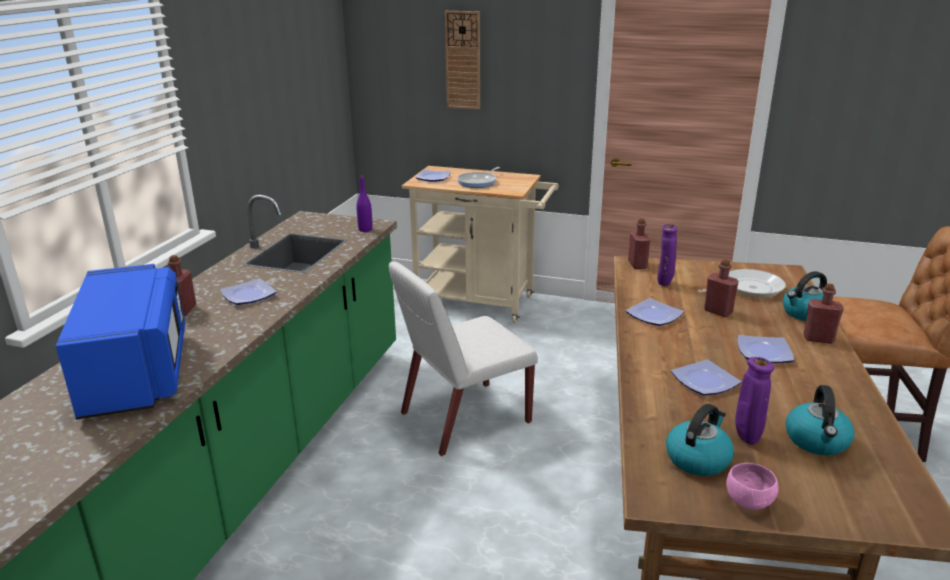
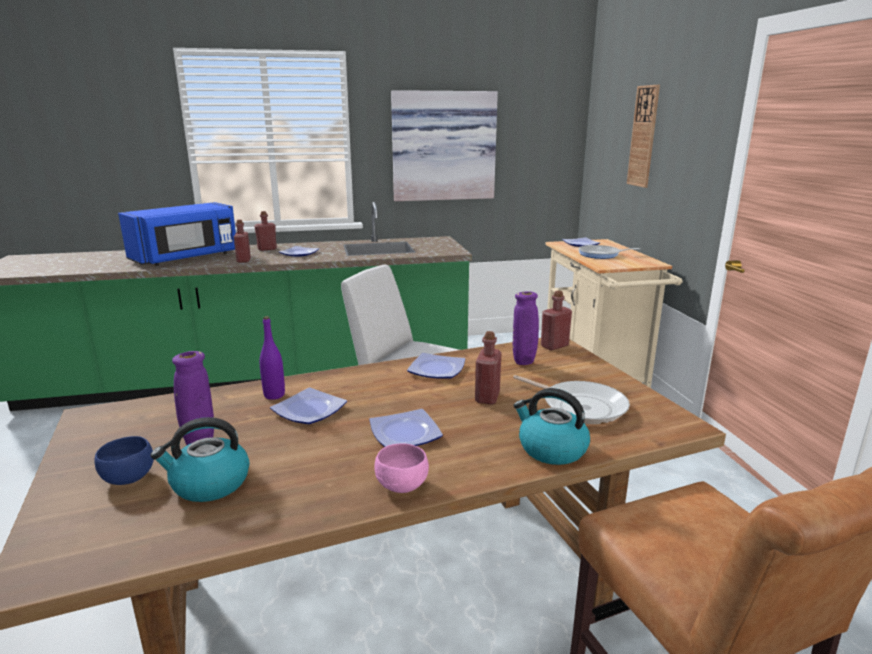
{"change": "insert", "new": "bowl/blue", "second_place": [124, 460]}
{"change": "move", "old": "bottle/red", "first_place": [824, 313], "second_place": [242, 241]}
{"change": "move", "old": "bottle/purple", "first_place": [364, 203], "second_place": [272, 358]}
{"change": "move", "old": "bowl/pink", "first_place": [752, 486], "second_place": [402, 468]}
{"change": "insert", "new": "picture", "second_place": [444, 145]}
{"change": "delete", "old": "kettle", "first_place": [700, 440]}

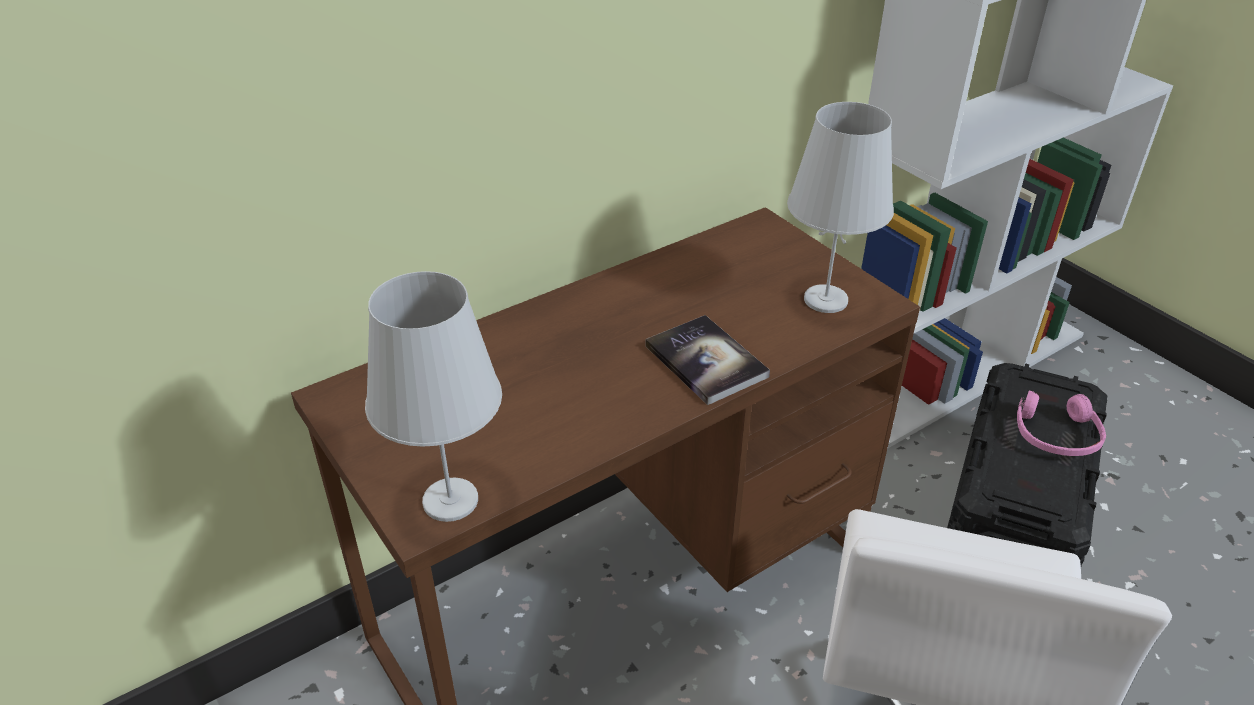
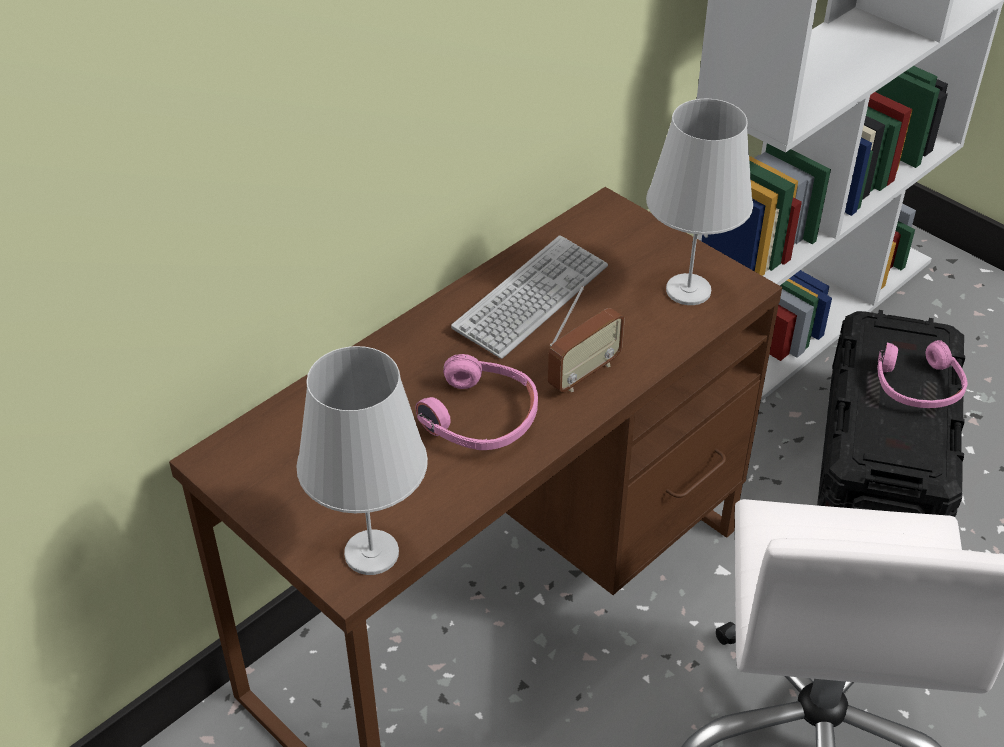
{"change": "insert", "new": "headphones/pink", "second_place": [476, 402]}
{"change": "insert", "new": "keyboard", "second_place": [529, 297]}
{"change": "replace", "old": "book", "new": "radio", "first_place": [707, 360], "second_place": [586, 339]}

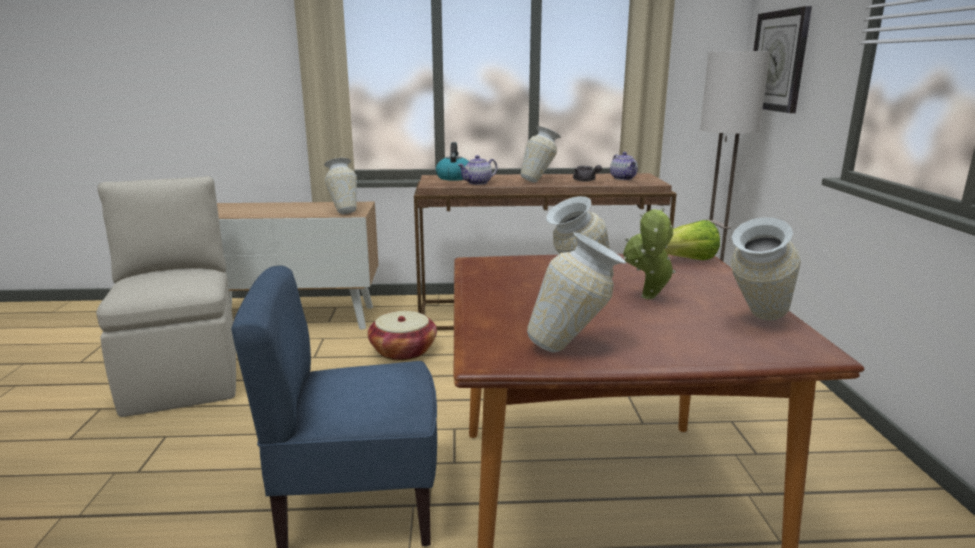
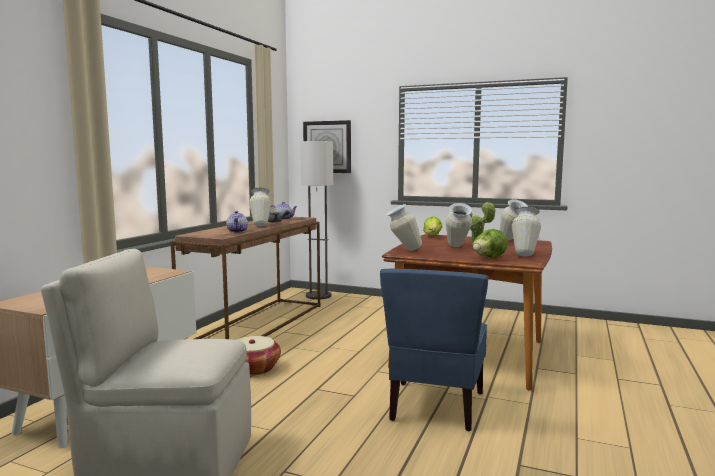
{"change": "move", "old": "vase", "first_place": [340, 186], "second_place": [404, 227]}
{"change": "insert", "new": "lettuce", "second_place": [490, 243]}
{"change": "delete", "old": "kettle", "first_place": [452, 161]}

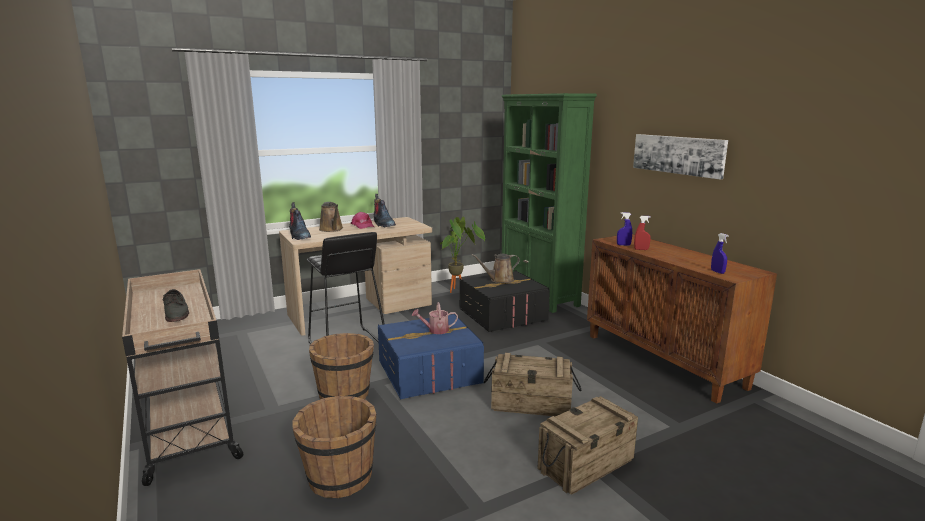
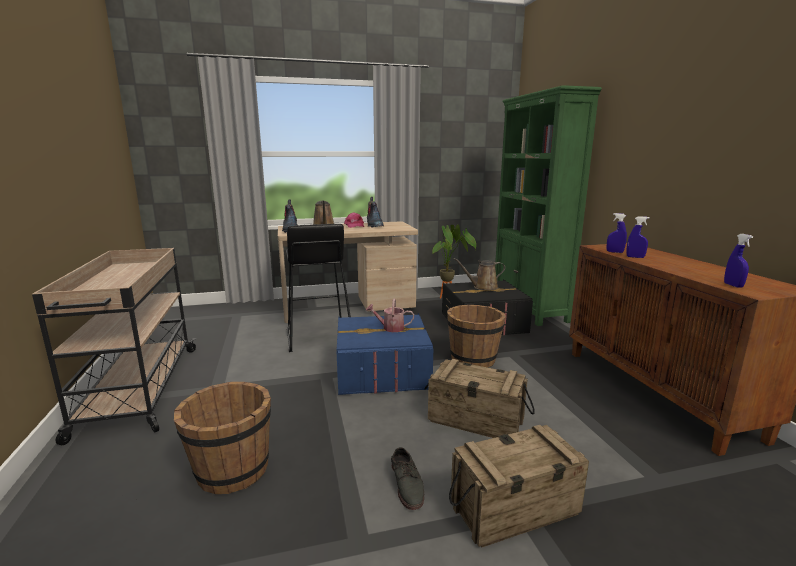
{"change": "move", "old": "shoe/grey", "first_place": [176, 305], "second_place": [407, 478]}
{"change": "move", "old": "bucket/brown", "first_place": [341, 366], "second_place": [476, 336]}
{"change": "recolor", "old": "spray bottle/red", "new": "spray bottle/blue", "first_place": [642, 233], "second_place": [638, 237]}
{"change": "delete", "old": "picture", "first_place": [680, 156]}

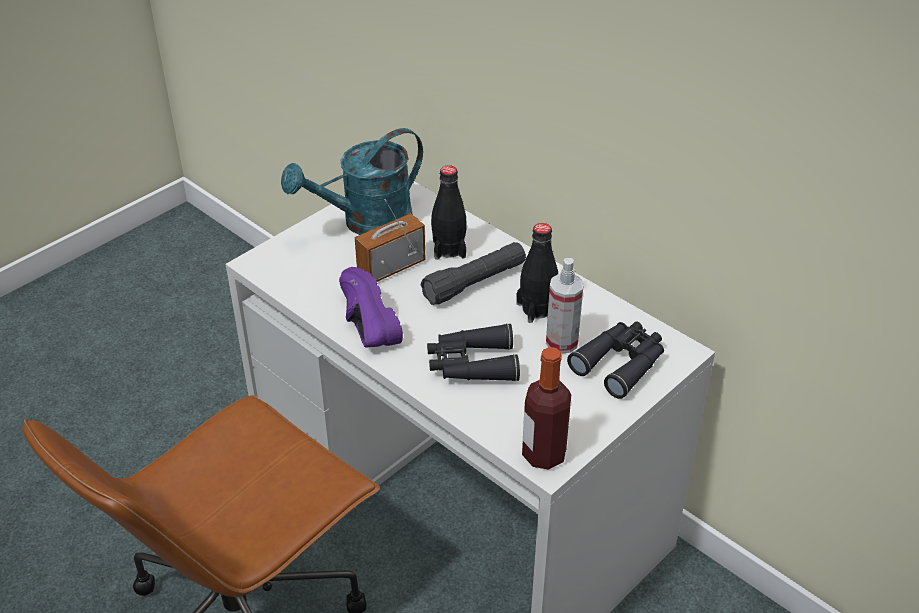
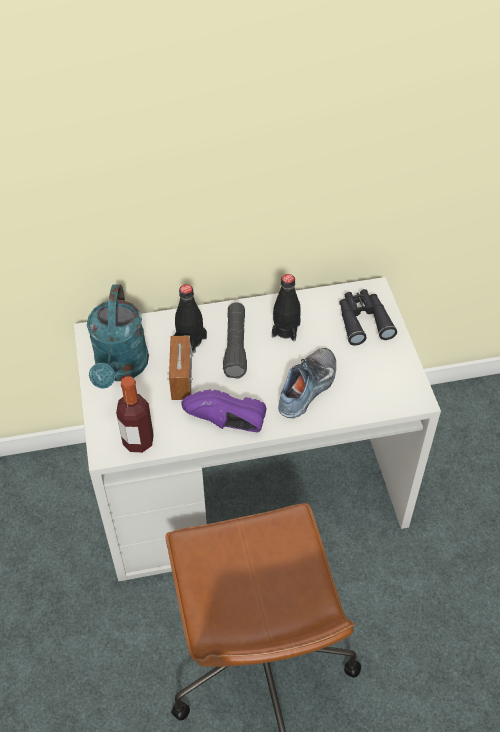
{"change": "move", "old": "bottle", "first_place": [546, 408], "second_place": [135, 414]}
{"change": "replace", "old": "binoculars/black", "new": "shoe", "first_place": [473, 352], "second_place": [307, 383]}
{"change": "delete", "old": "spray bottle", "first_place": [565, 305]}

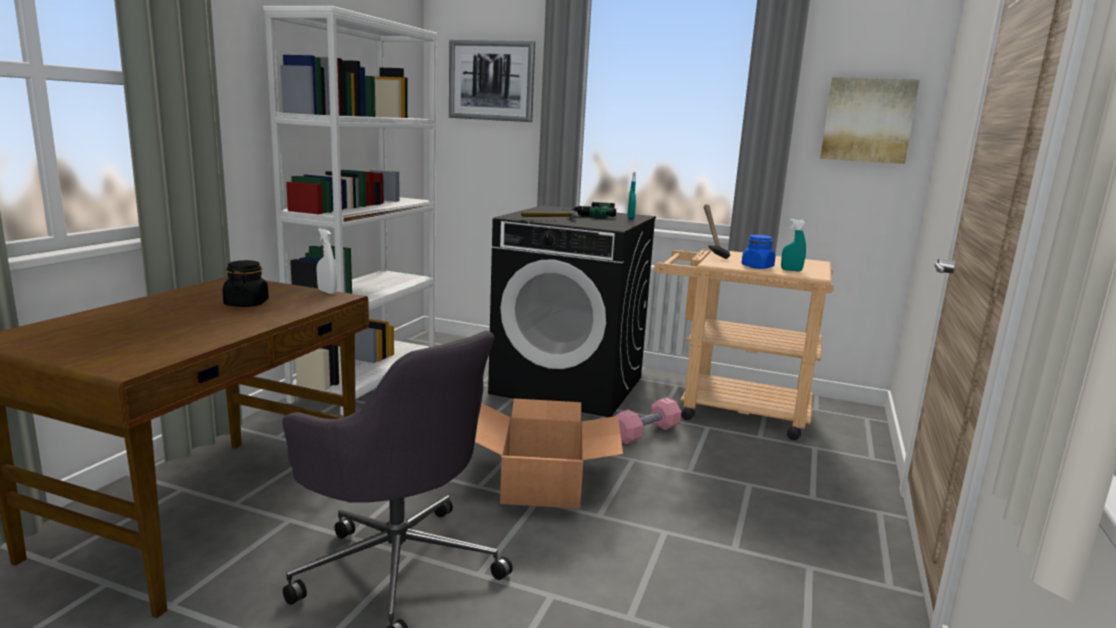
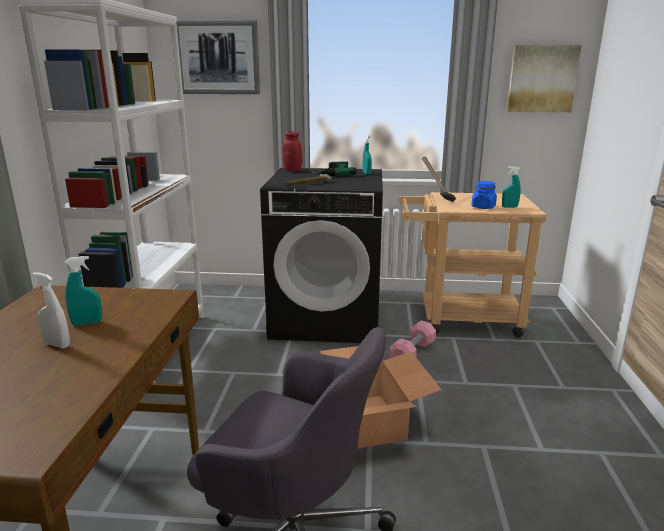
{"change": "move", "old": "spray bottle/white", "first_place": [326, 261], "second_place": [51, 310]}
{"change": "replace", "old": "jar/black", "new": "spray bottle/turquoise", "first_place": [246, 283], "second_place": [83, 291]}
{"change": "insert", "new": "jar/red", "second_place": [292, 151]}

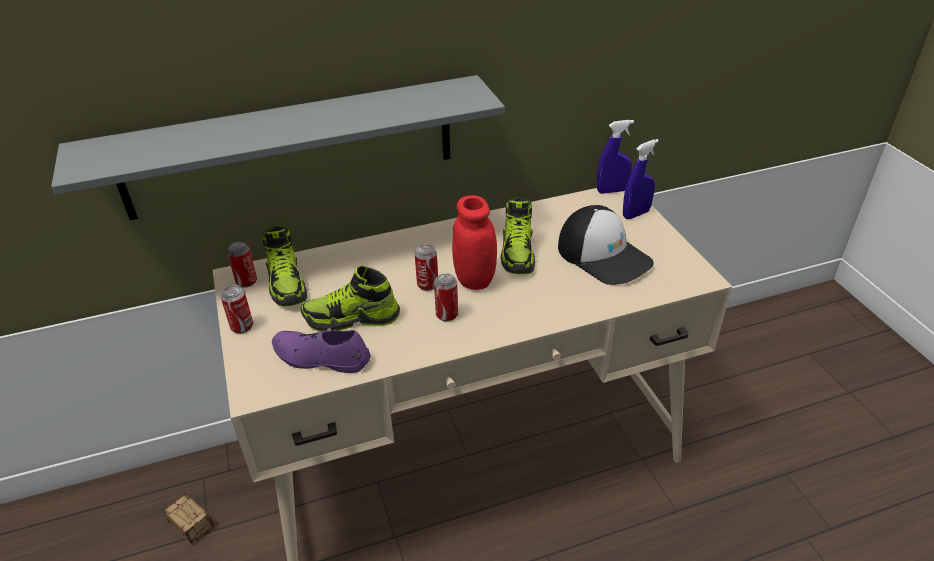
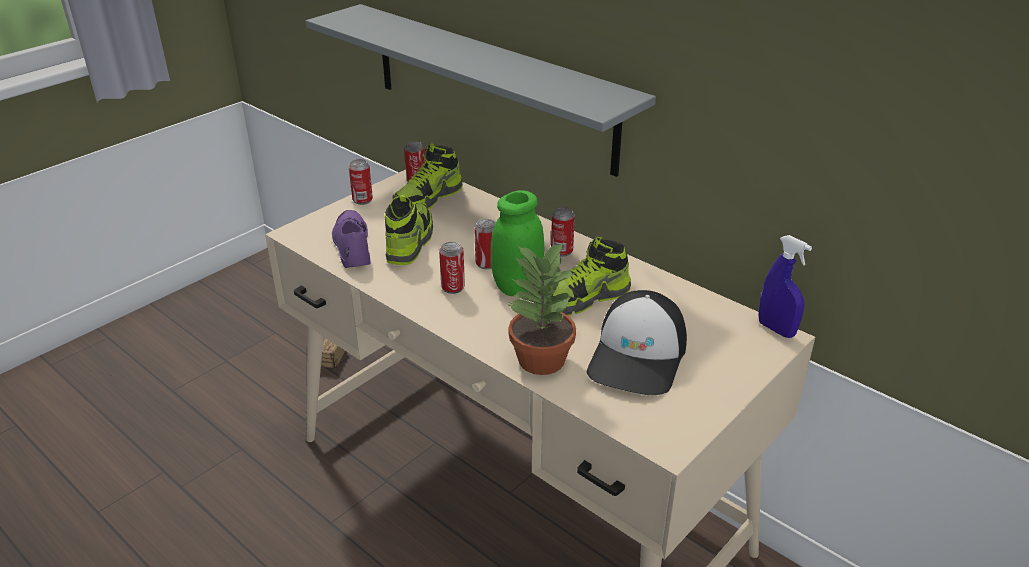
{"change": "rotate", "old": "shoe", "first_place": [350, 298], "second_place": [409, 230], "degrees": 45}
{"change": "recolor", "old": "jar/red", "new": "jar/green", "first_place": [474, 242], "second_place": [517, 243]}
{"change": "insert", "new": "potted plant", "second_place": [541, 308]}
{"change": "insert", "new": "can", "second_place": [563, 232]}
{"change": "delete", "old": "spray bottle/blue", "first_place": [641, 179]}

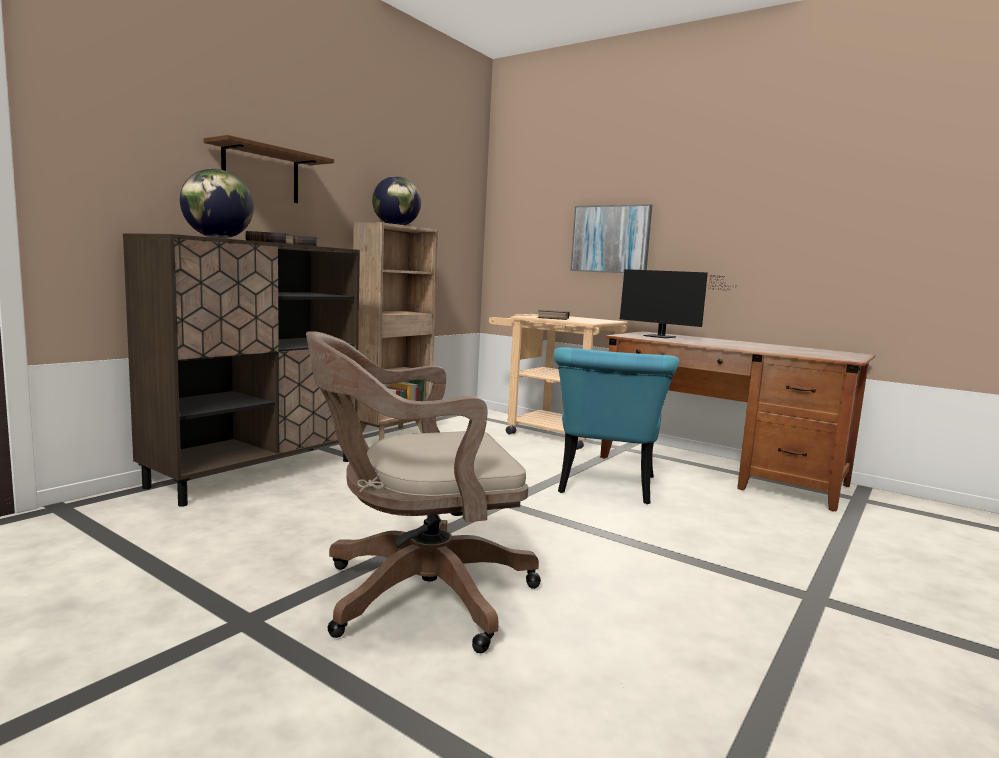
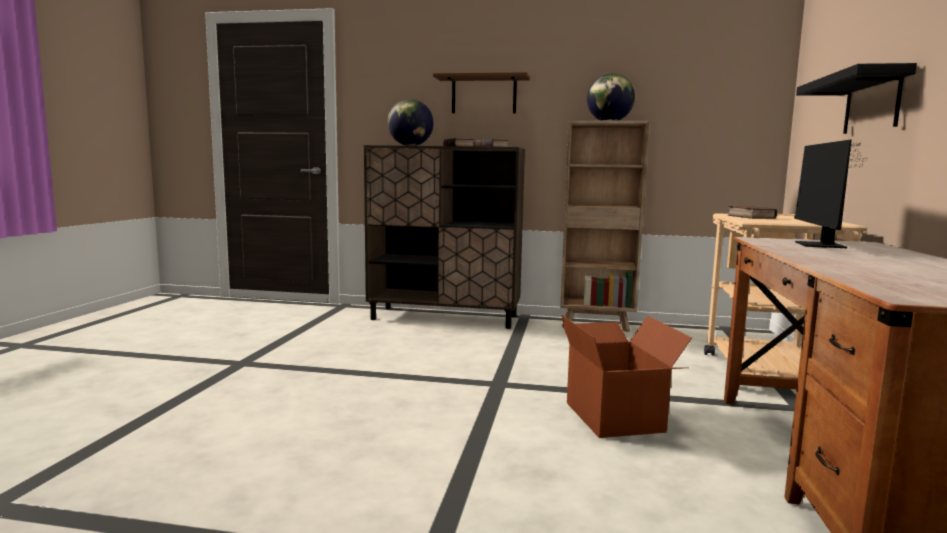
{"change": "replace", "old": "chair/turquoise", "new": "cardboard box", "first_place": [616, 425], "second_place": [626, 376]}
{"change": "replace", "old": "picture", "new": "shelf/black", "first_place": [611, 238], "second_place": [856, 98]}
{"change": "delete", "old": "office chair/brown", "first_place": [423, 492]}

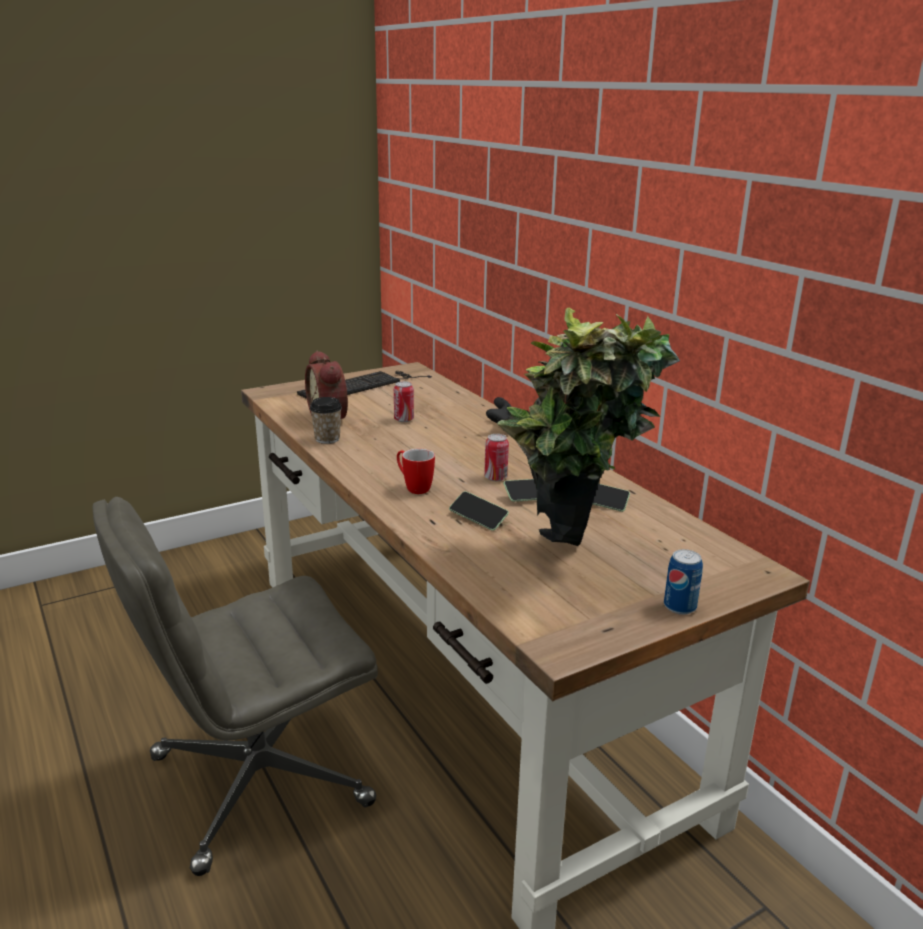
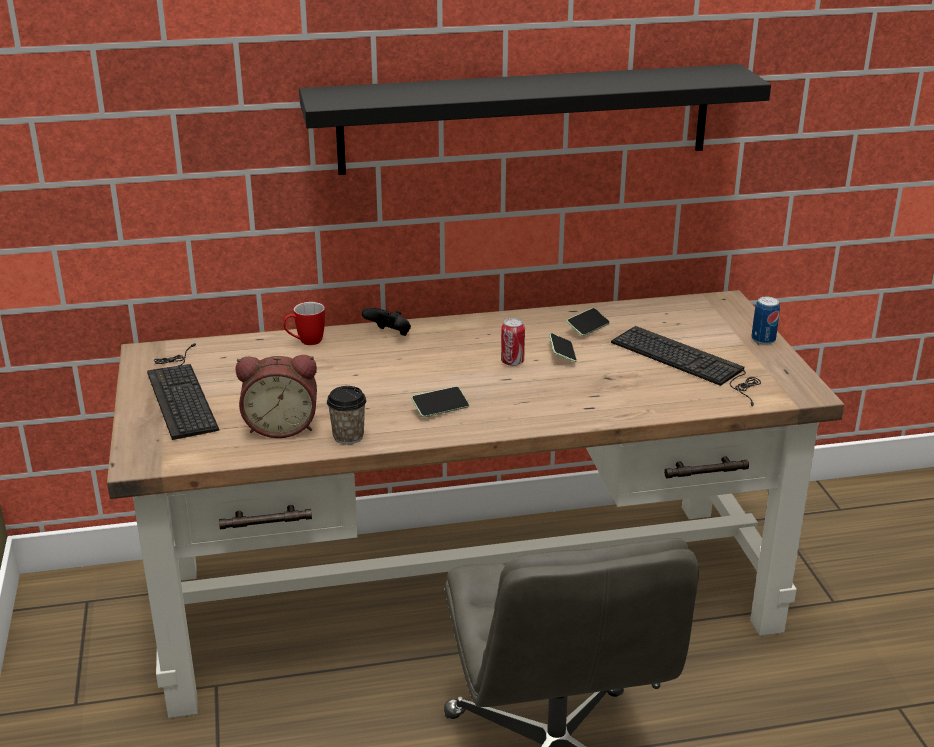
{"change": "move", "old": "mug", "first_place": [416, 471], "second_place": [304, 323]}
{"change": "insert", "new": "shelf/black", "second_place": [535, 119]}
{"change": "move", "old": "phone", "first_place": [479, 511], "second_place": [440, 401]}
{"change": "replace", "old": "potted plant", "new": "keyboard", "first_place": [588, 427], "second_place": [686, 366]}
{"change": "delete", "old": "can", "first_place": [404, 401]}

